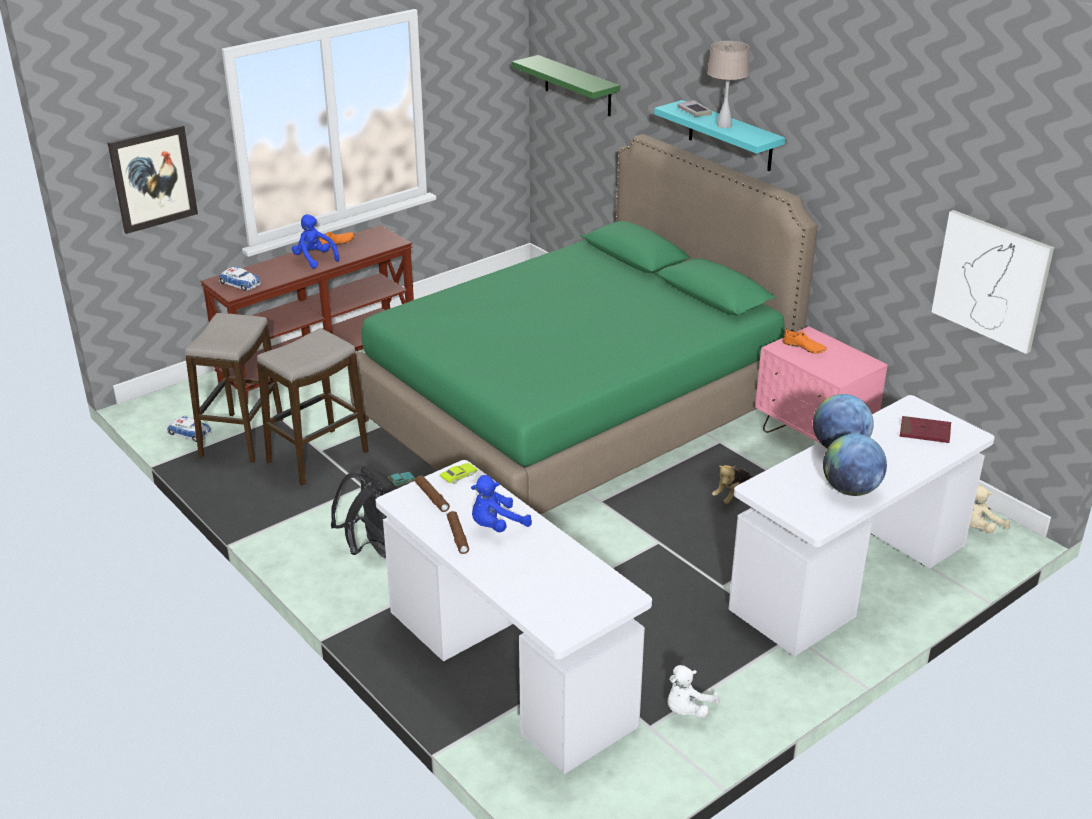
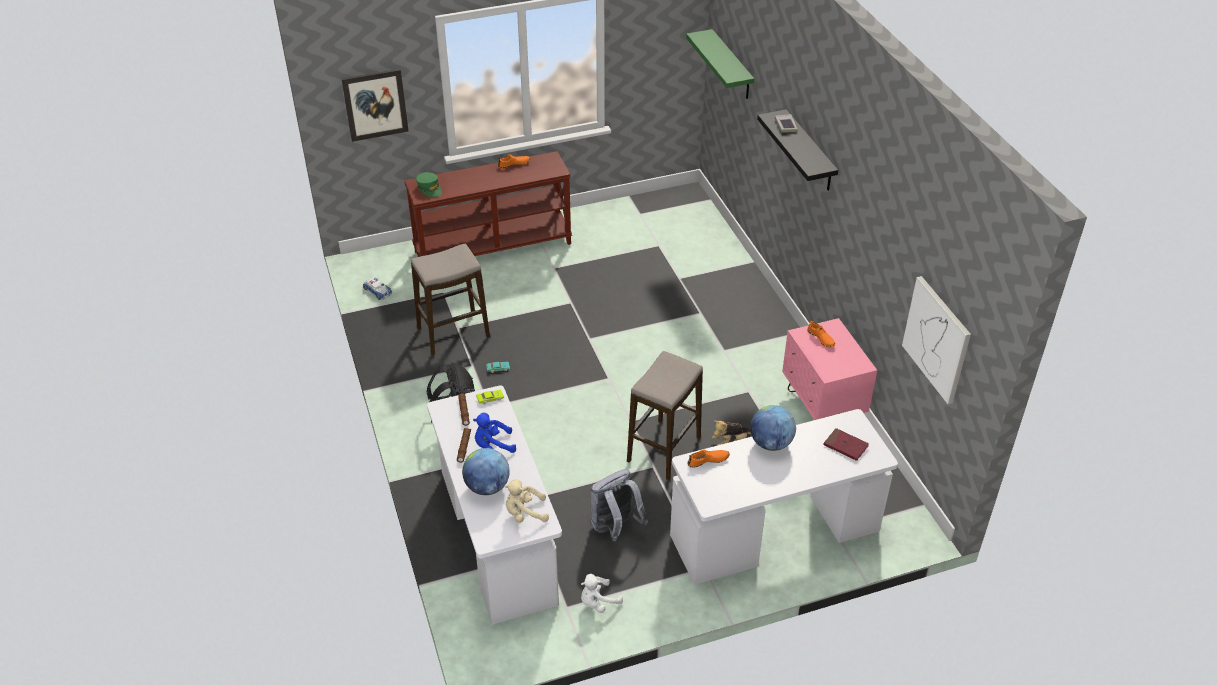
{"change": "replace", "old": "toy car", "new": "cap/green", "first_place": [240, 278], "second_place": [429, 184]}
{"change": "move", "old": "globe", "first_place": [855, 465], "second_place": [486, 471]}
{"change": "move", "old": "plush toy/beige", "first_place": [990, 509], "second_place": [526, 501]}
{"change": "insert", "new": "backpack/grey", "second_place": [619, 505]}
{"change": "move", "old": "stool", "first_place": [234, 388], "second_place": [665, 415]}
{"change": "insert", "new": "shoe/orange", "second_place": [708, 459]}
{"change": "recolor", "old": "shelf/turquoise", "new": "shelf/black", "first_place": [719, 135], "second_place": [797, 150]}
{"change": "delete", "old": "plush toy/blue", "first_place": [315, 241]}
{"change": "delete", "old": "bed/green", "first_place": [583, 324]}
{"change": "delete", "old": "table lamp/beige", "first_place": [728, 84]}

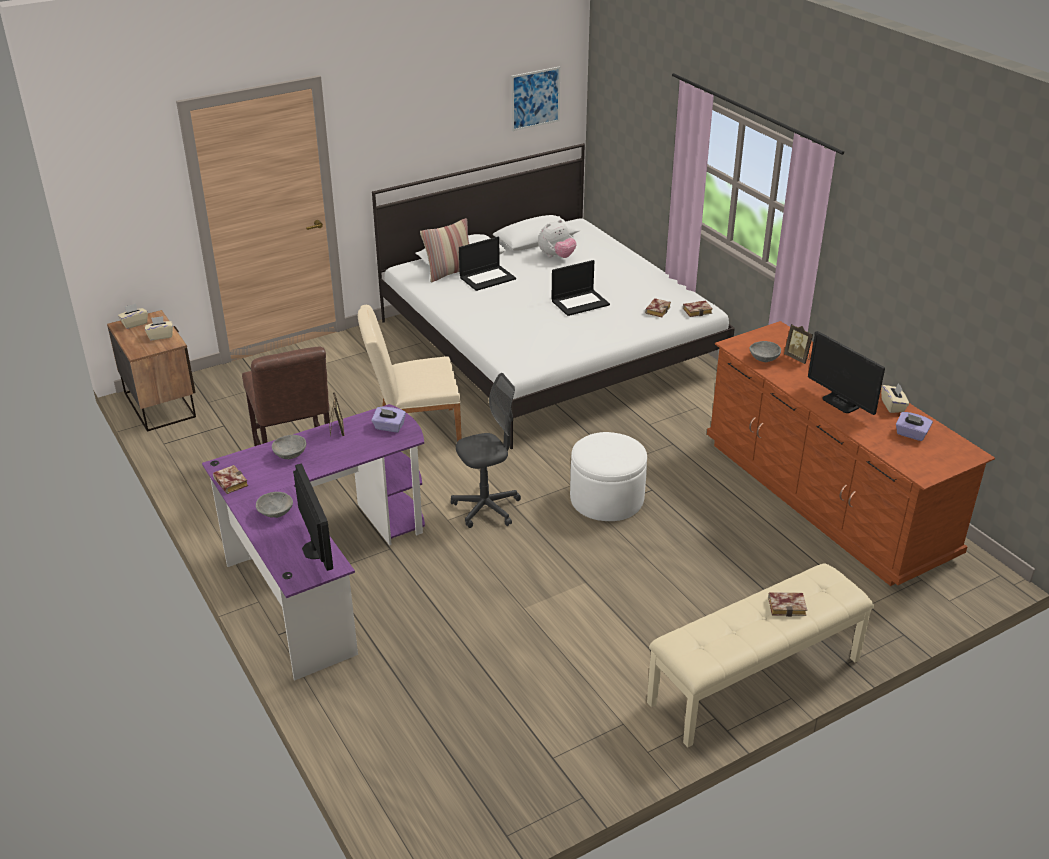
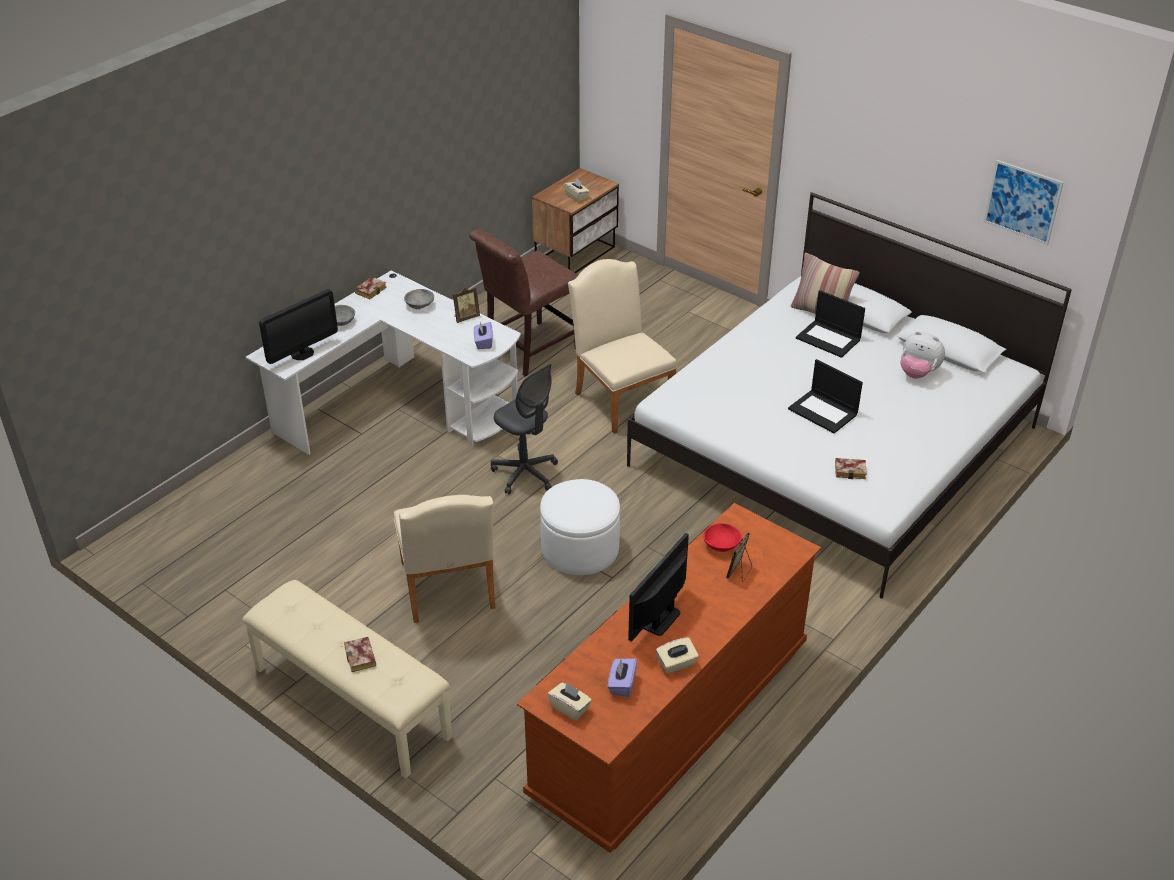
{"change": "recolor", "old": "desk/purple", "new": "desk/white", "first_place": [313, 542], "second_place": [383, 362]}
{"change": "insert", "new": "chair/beige", "second_place": [444, 559]}
{"change": "move", "old": "tissue box/beige", "first_place": [133, 316], "second_place": [570, 701]}
{"change": "recolor", "old": "bowl/grey", "new": "bowl/red", "first_place": [765, 351], "second_place": [722, 537]}
{"change": "delete", "old": "book", "first_place": [698, 308]}

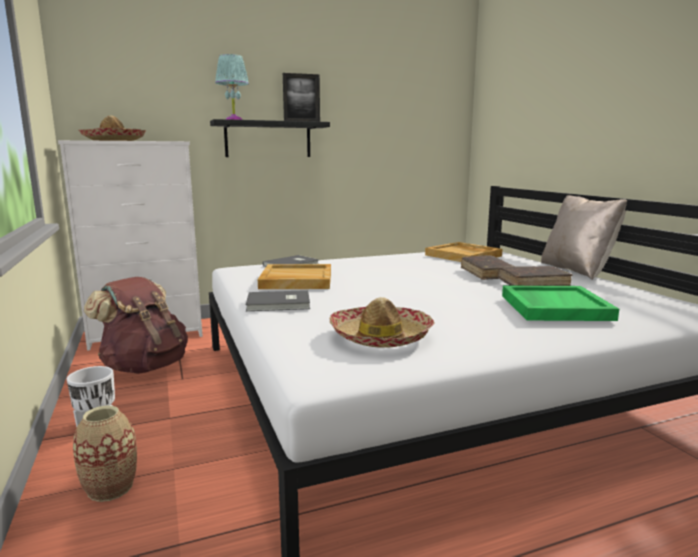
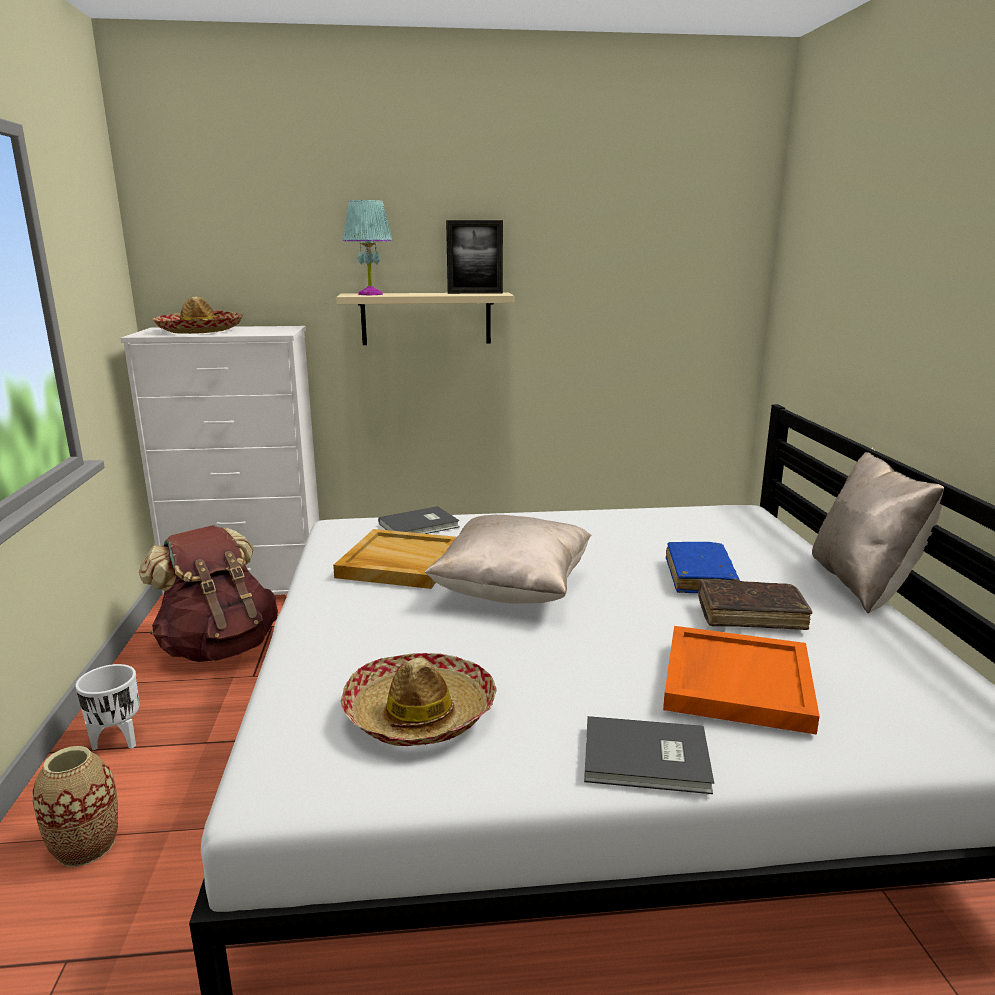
{"change": "recolor", "old": "shelf/black", "new": "shelf/beige", "first_place": [270, 138], "second_place": [425, 318]}
{"change": "insert", "new": "pillow/beige", "second_place": [508, 559]}
{"change": "move", "old": "book/grey", "first_place": [278, 300], "second_place": [649, 755]}
{"change": "recolor", "old": "tray/green", "new": "tray/orange", "first_place": [560, 303], "second_place": [741, 680]}
{"change": "recolor", "old": "book/brown", "new": "book/blue", "first_place": [488, 267], "second_place": [703, 567]}
{"change": "delete", "old": "tray/beige", "first_place": [464, 252]}

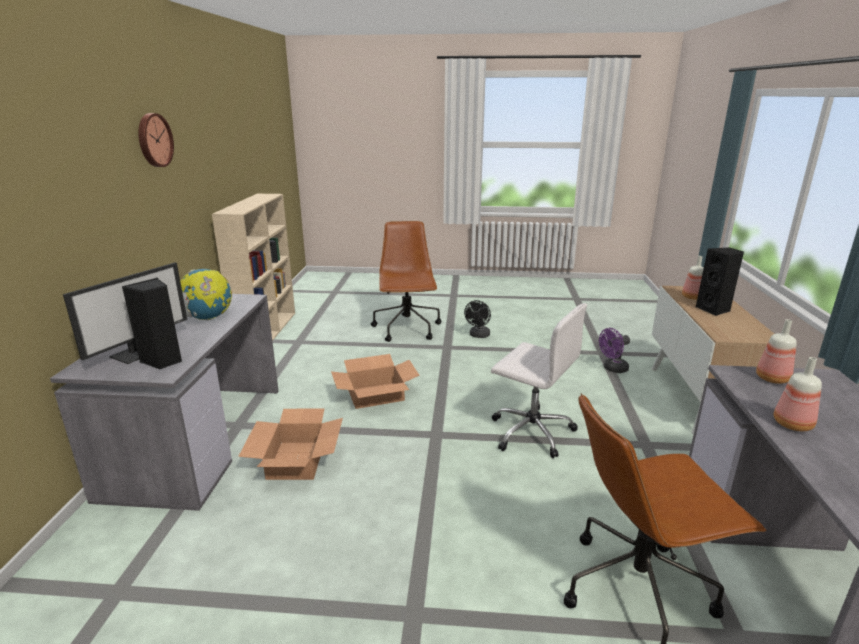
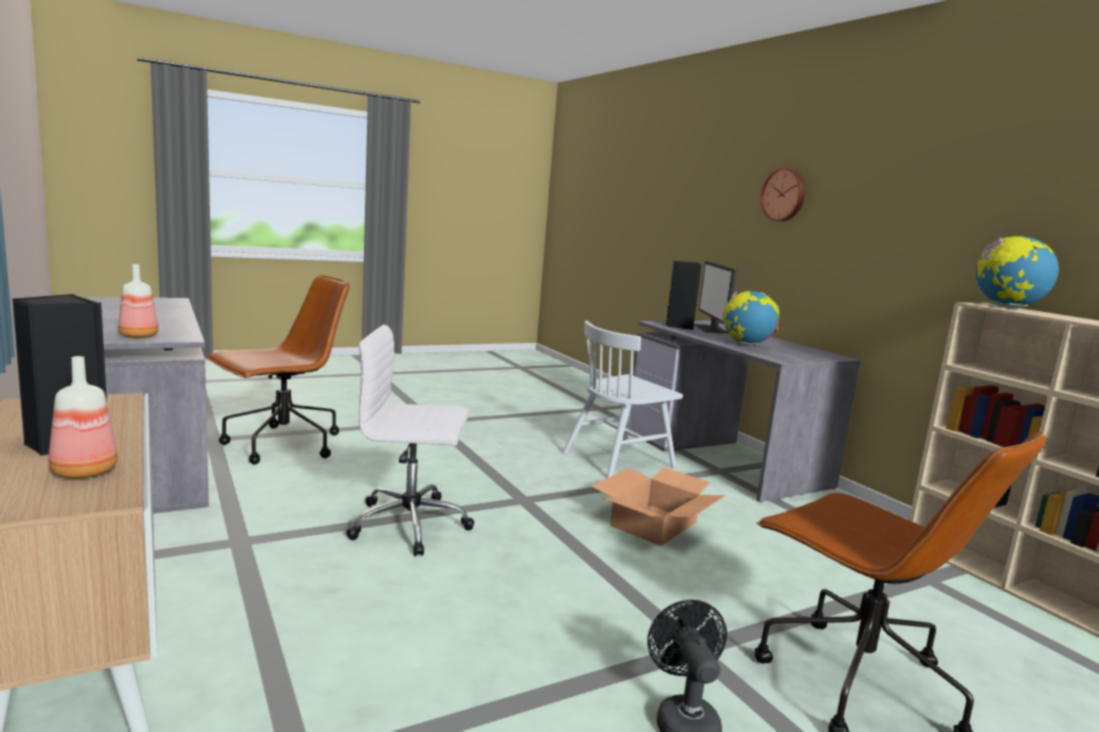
{"change": "replace", "old": "cardboard box", "new": "chair/white", "first_place": [290, 444], "second_place": [622, 399]}
{"change": "move", "old": "wall clock", "first_place": [156, 140], "second_place": [782, 194]}
{"change": "insert", "new": "globe", "second_place": [1017, 272]}
{"change": "delete", "old": "fan/purple", "first_place": [614, 350]}
{"change": "delete", "old": "bottle", "first_place": [798, 394]}

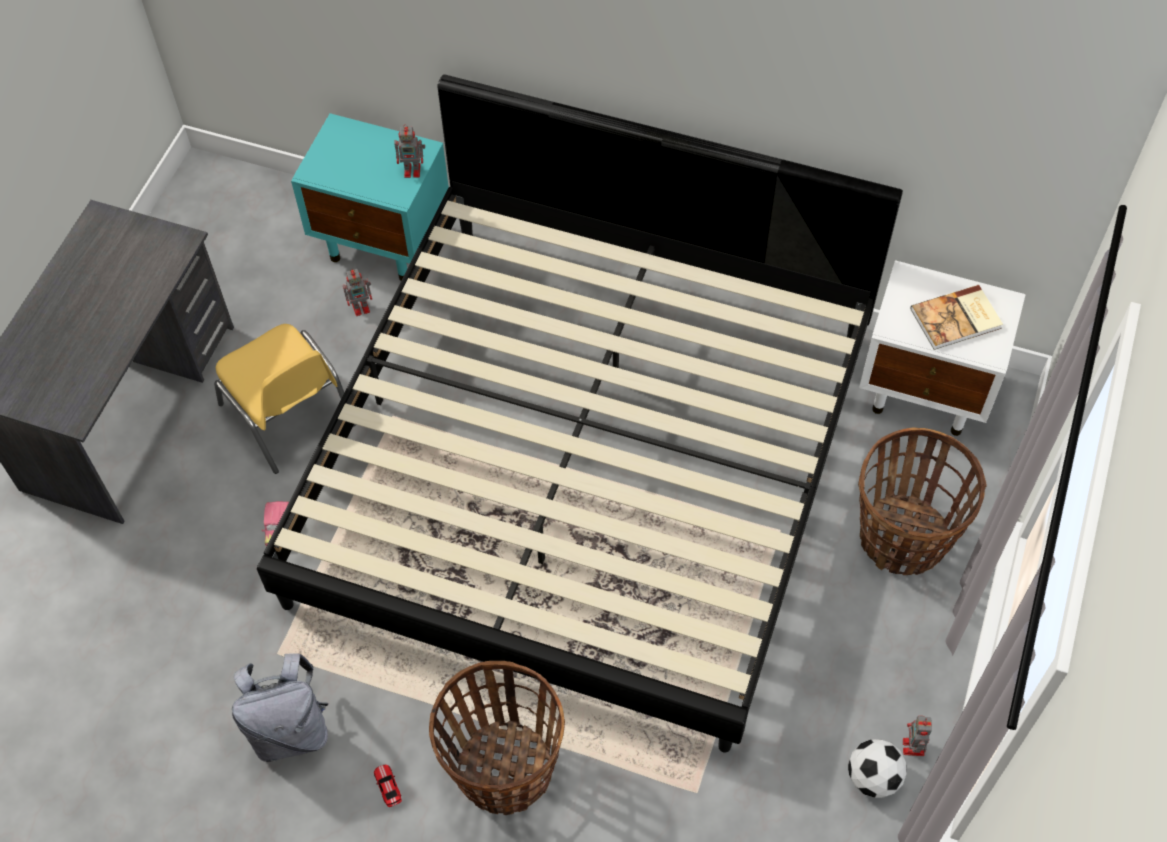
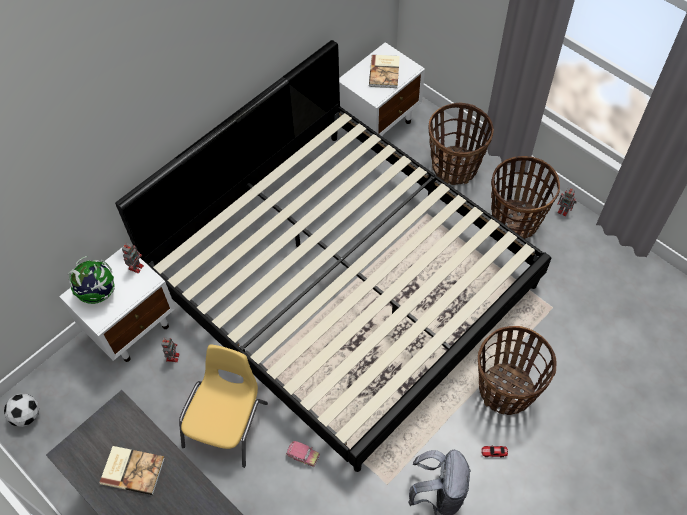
{"change": "move", "old": "football", "first_place": [877, 768], "second_place": [21, 410]}
{"change": "recolor", "old": "nightstand/turquoise", "new": "nightstand/white", "first_place": [370, 196], "second_place": [117, 304]}
{"change": "insert", "new": "globe", "second_place": [91, 280]}
{"change": "insert", "new": "book", "second_place": [132, 470]}
{"change": "rotate", "old": "chair/yellow", "first_place": [285, 399], "second_place": [223, 406], "degrees": -60}
{"change": "insert", "new": "basket", "second_place": [525, 197]}

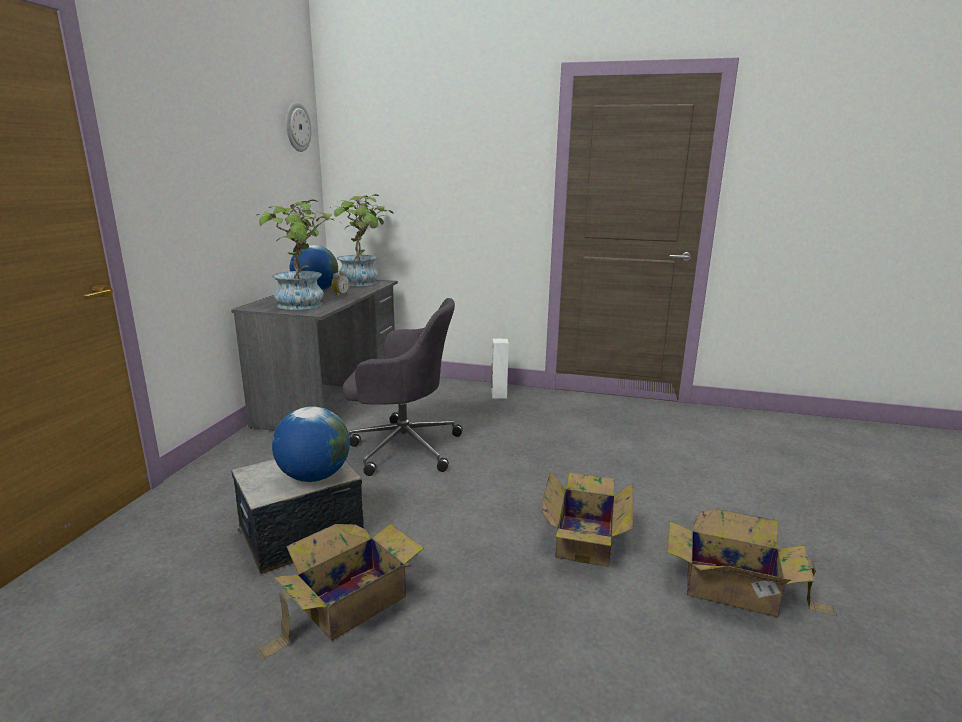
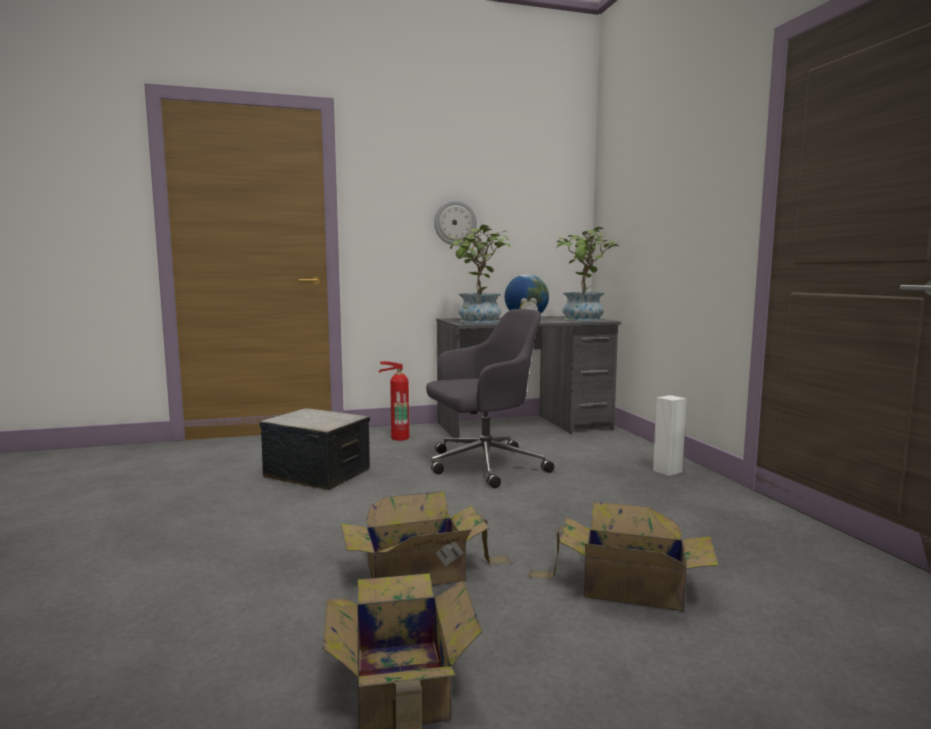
{"change": "insert", "new": "fire extinguisher", "second_place": [393, 401]}
{"change": "rotate", "old": "office chair/grey", "first_place": [403, 387], "second_place": [490, 398], "degrees": -90}
{"change": "move", "old": "wall clock", "first_place": [299, 127], "second_place": [455, 222]}
{"change": "move", "old": "cardboard box", "first_place": [340, 592], "second_place": [623, 556]}
{"change": "delete", "old": "globe", "first_place": [311, 444]}

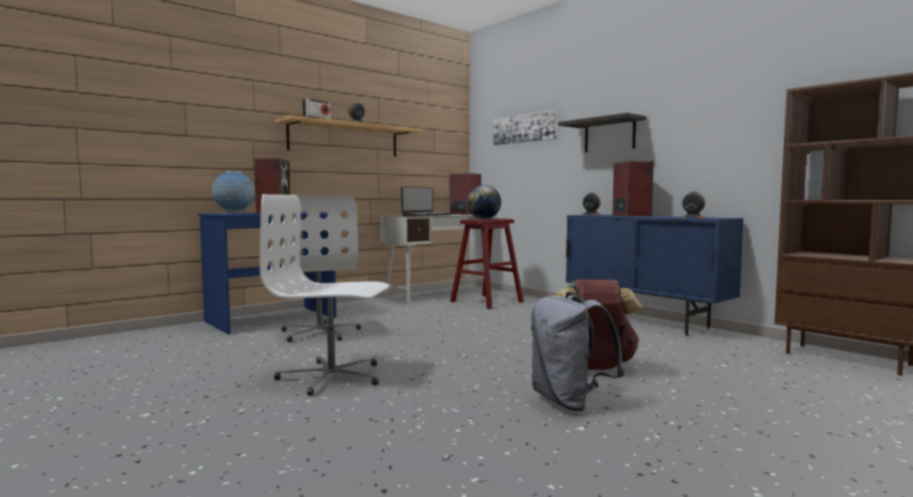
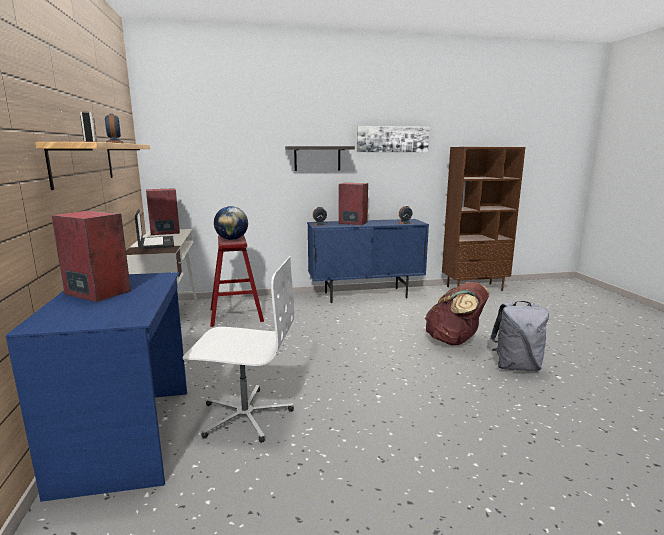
{"change": "move", "old": "picture", "first_place": [525, 127], "second_place": [393, 139]}
{"change": "delete", "old": "globe", "first_place": [233, 192]}
{"change": "delete", "old": "office chair/white", "first_place": [325, 295]}

